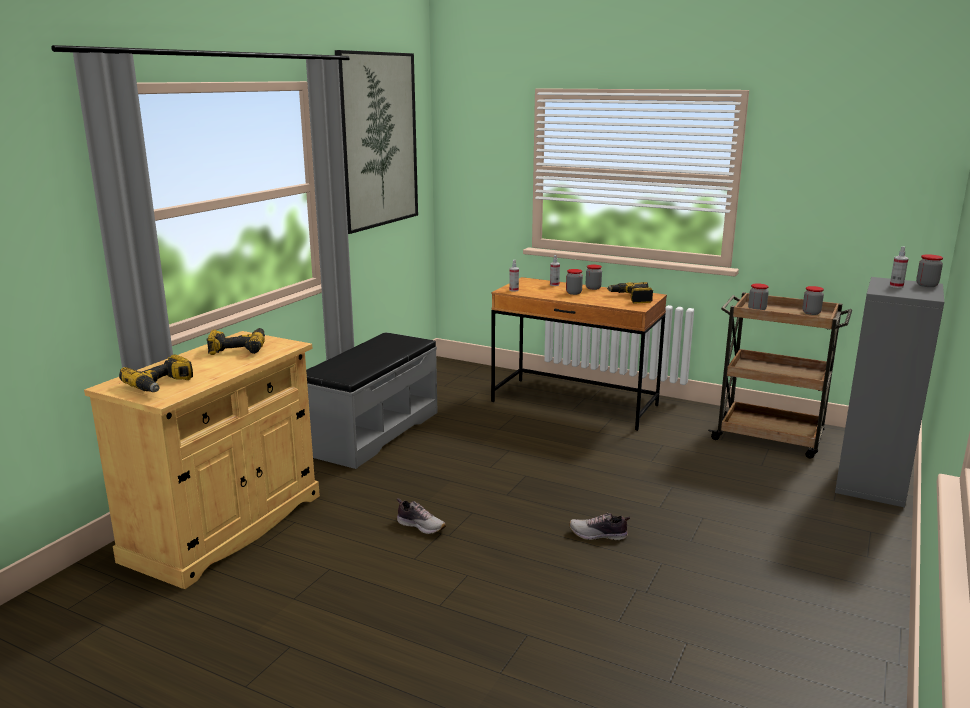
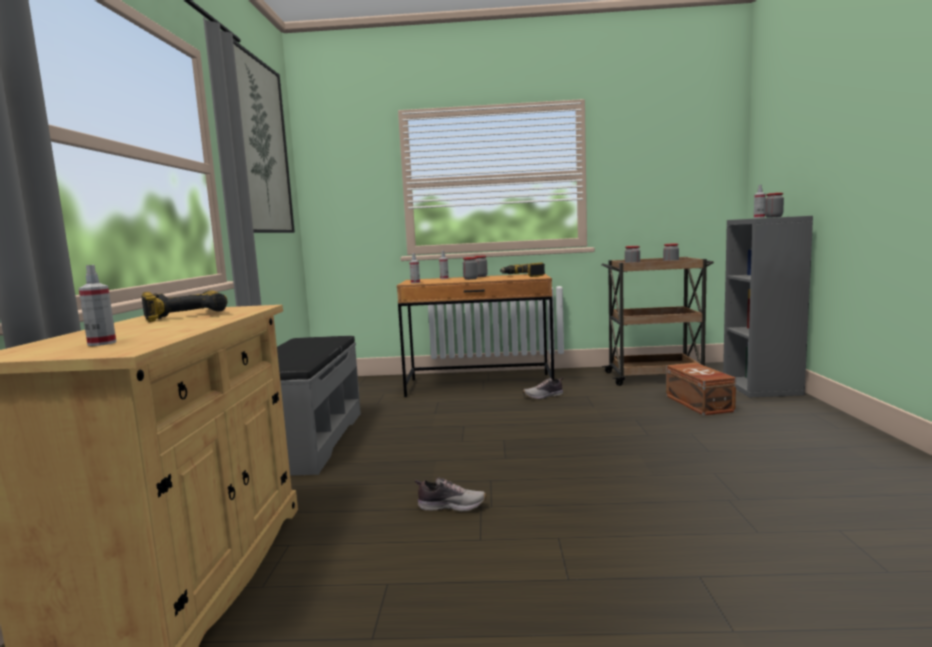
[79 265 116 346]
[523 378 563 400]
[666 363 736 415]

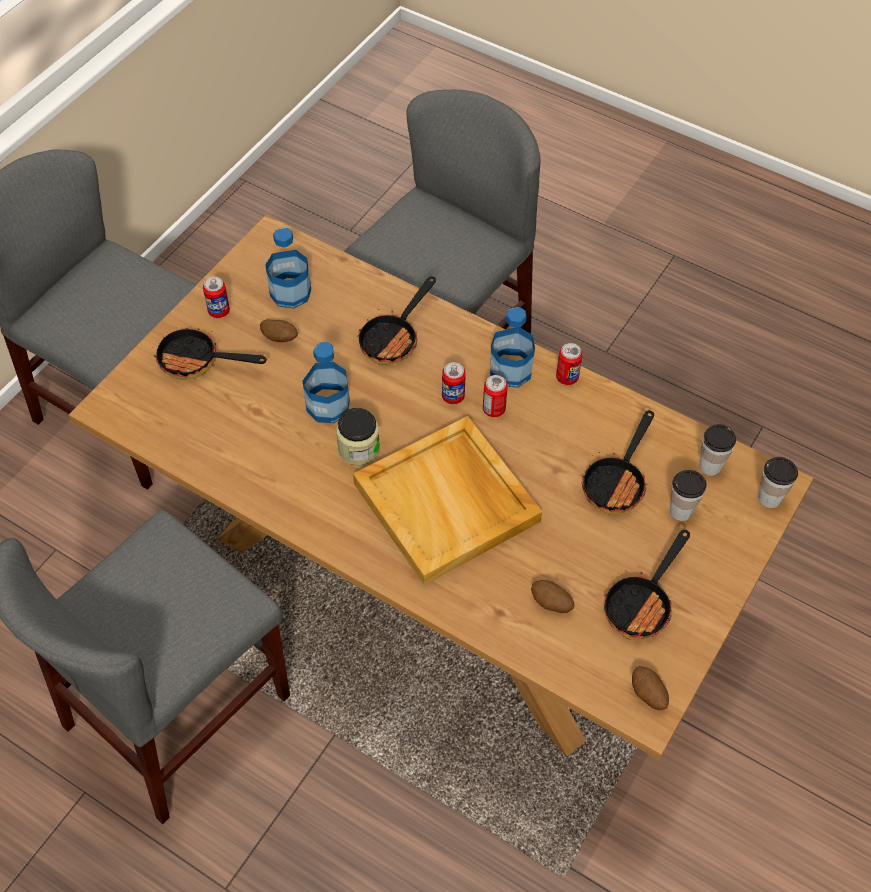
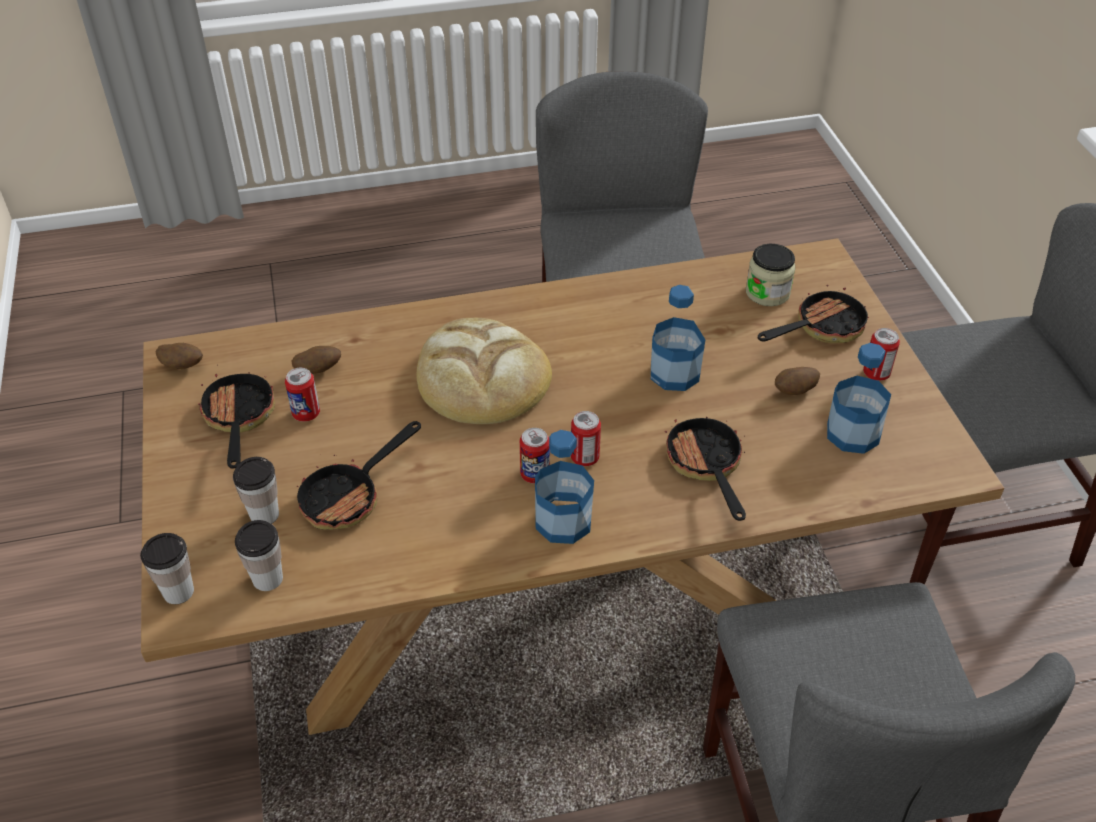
[285 368 320 422]
[297 421 421 530]
[417 318 552 424]
[746 244 795 306]

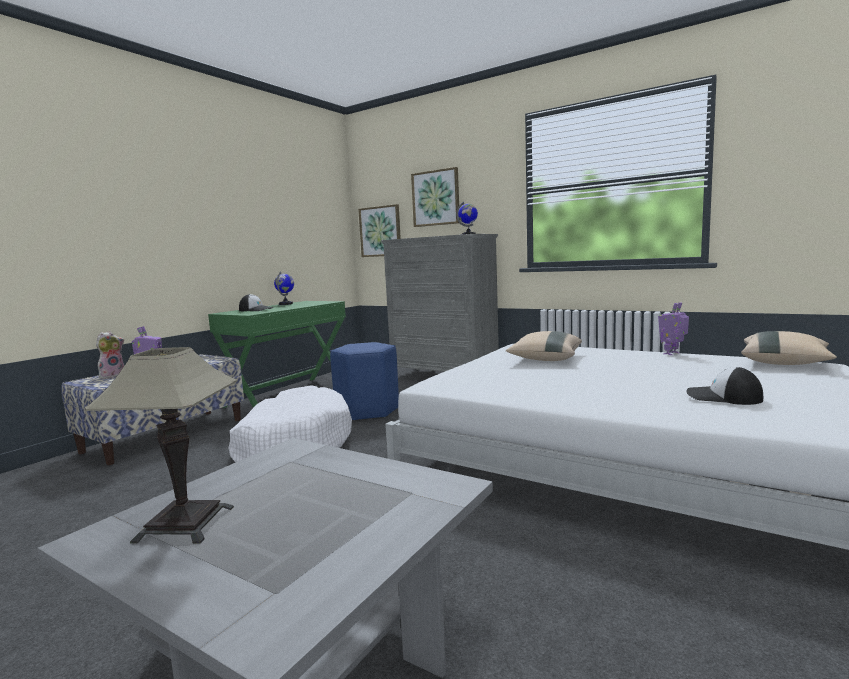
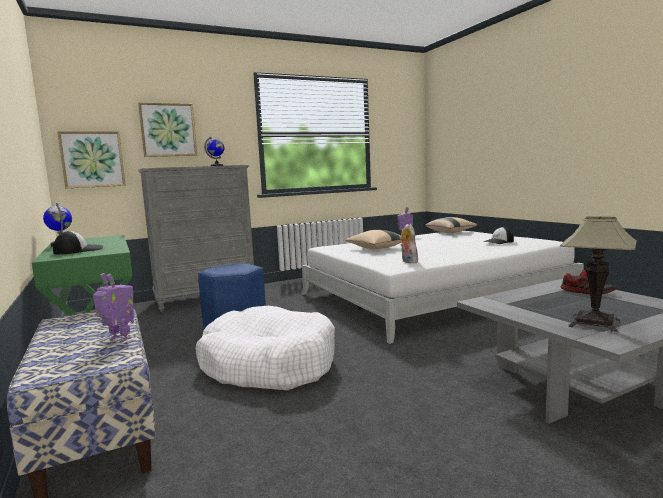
[401 224 418 263]
[560 270 616 294]

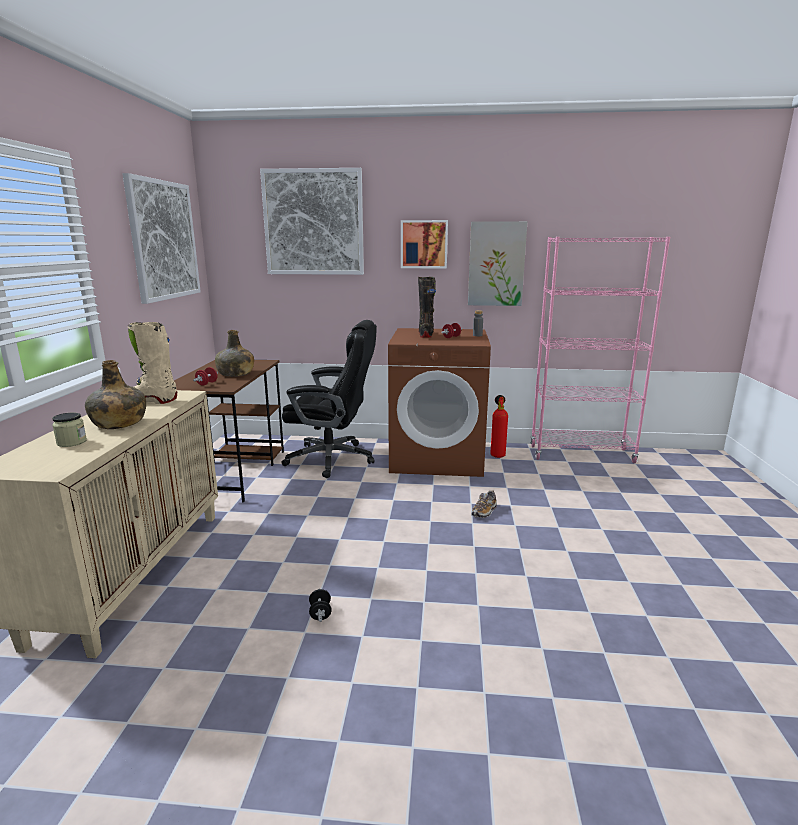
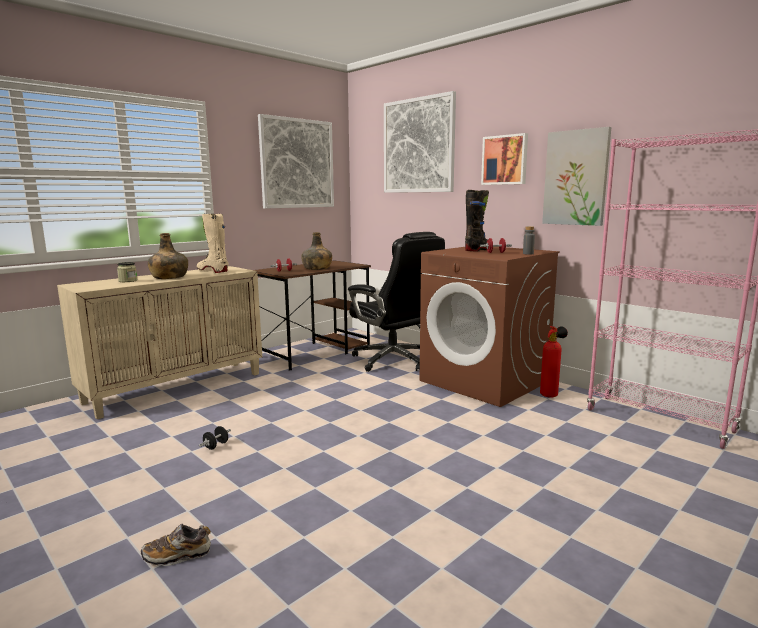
[141 524 211 566]

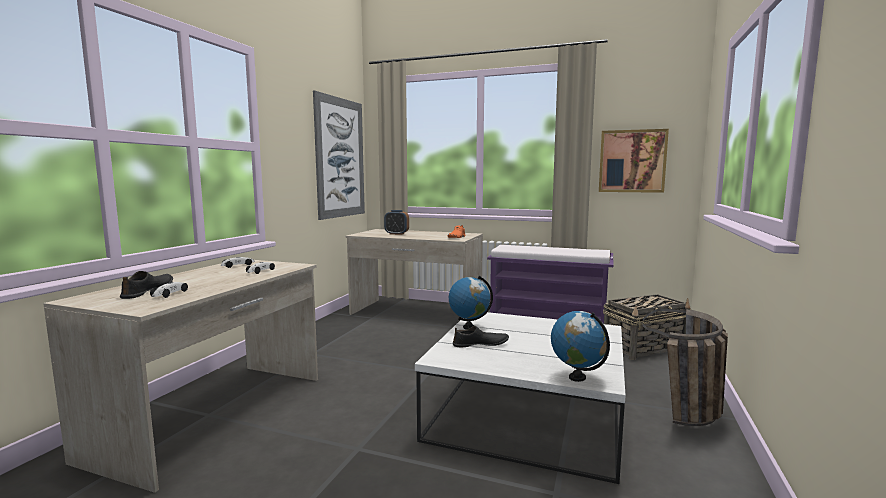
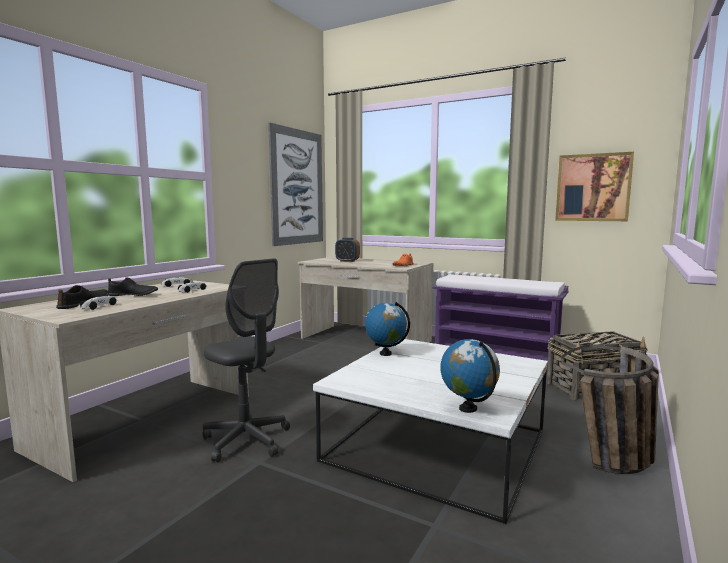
[108 277 158 296]
[202 259 290 462]

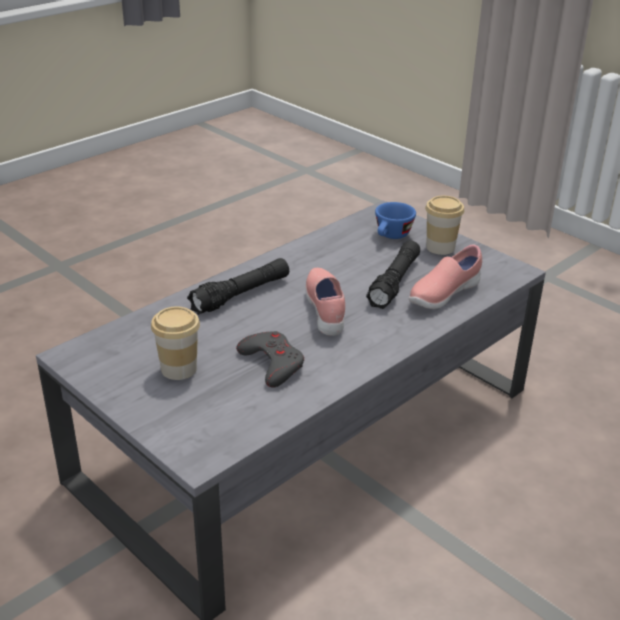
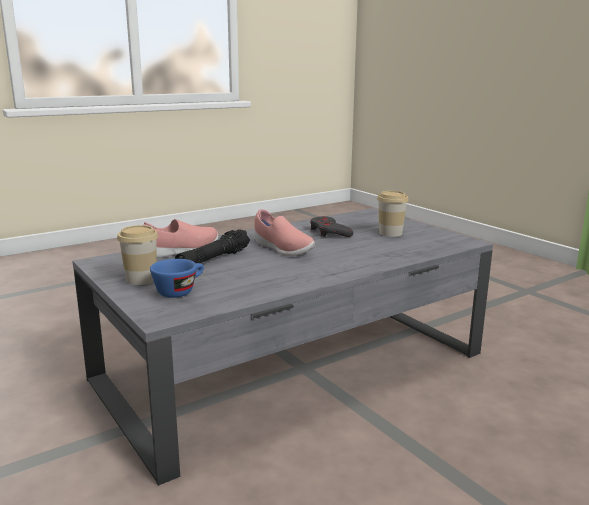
[254 209 315 256]
[187 258 289 315] (first image)

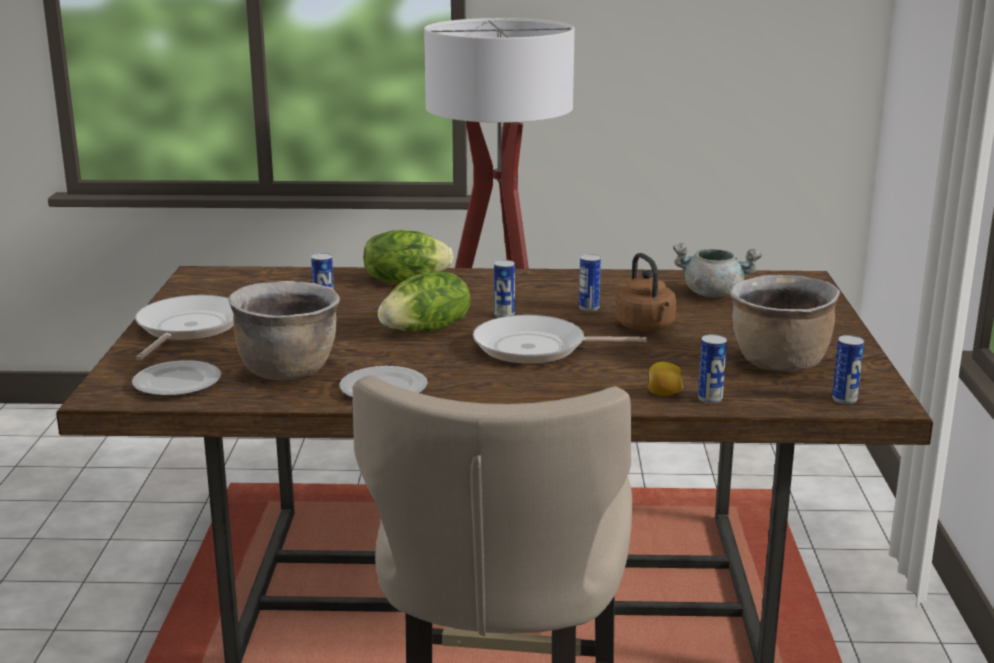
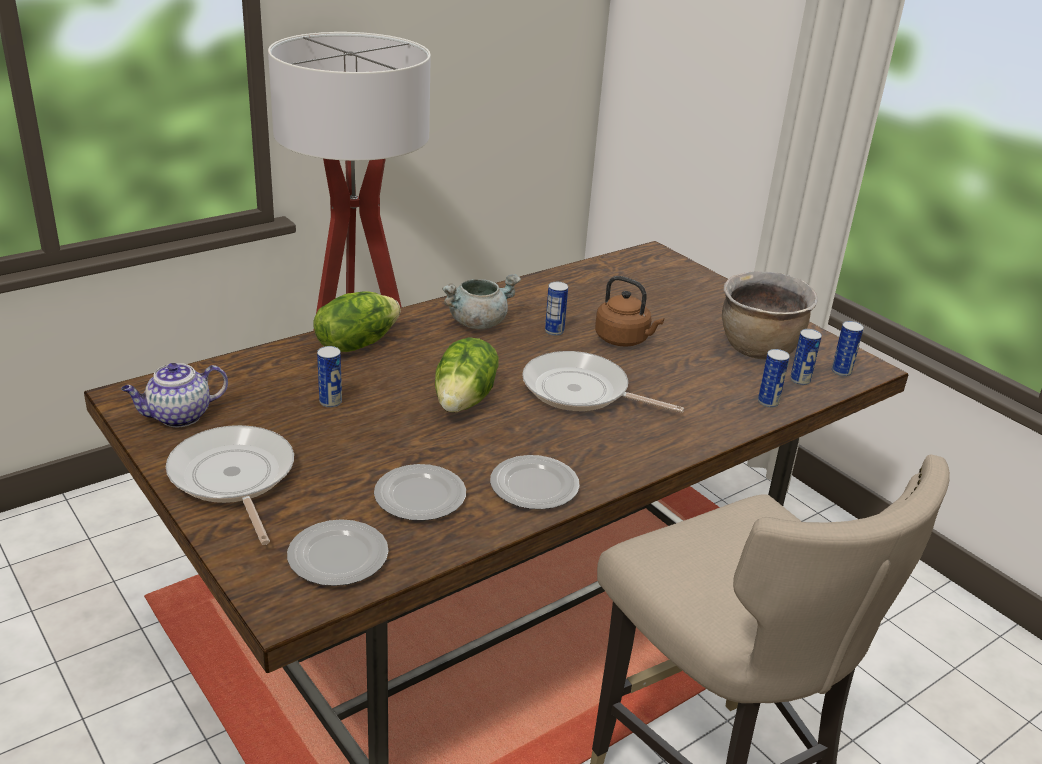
[121 363 228 428]
[374 464 466 521]
[442 274 521 329]
[522 351 684 413]
[790 329 822 385]
[648 362 683 396] (first image)

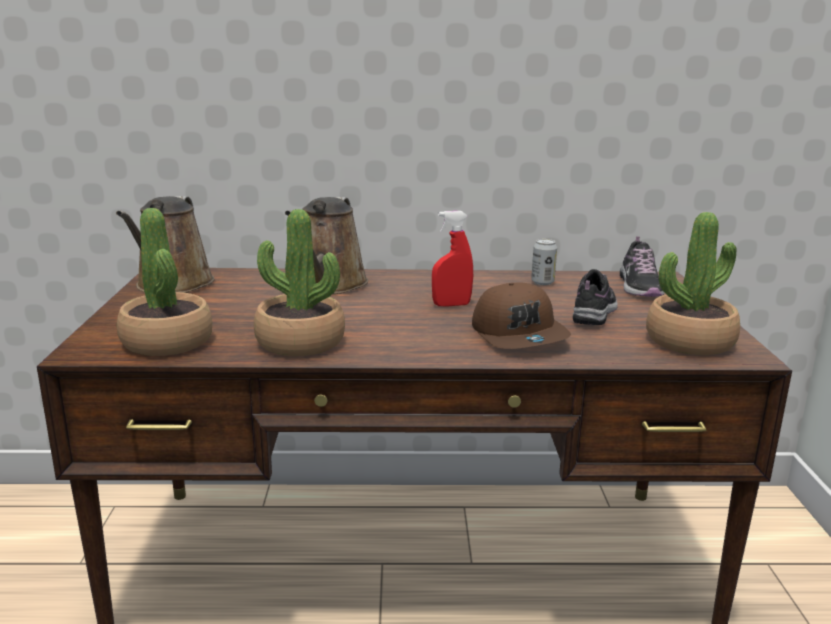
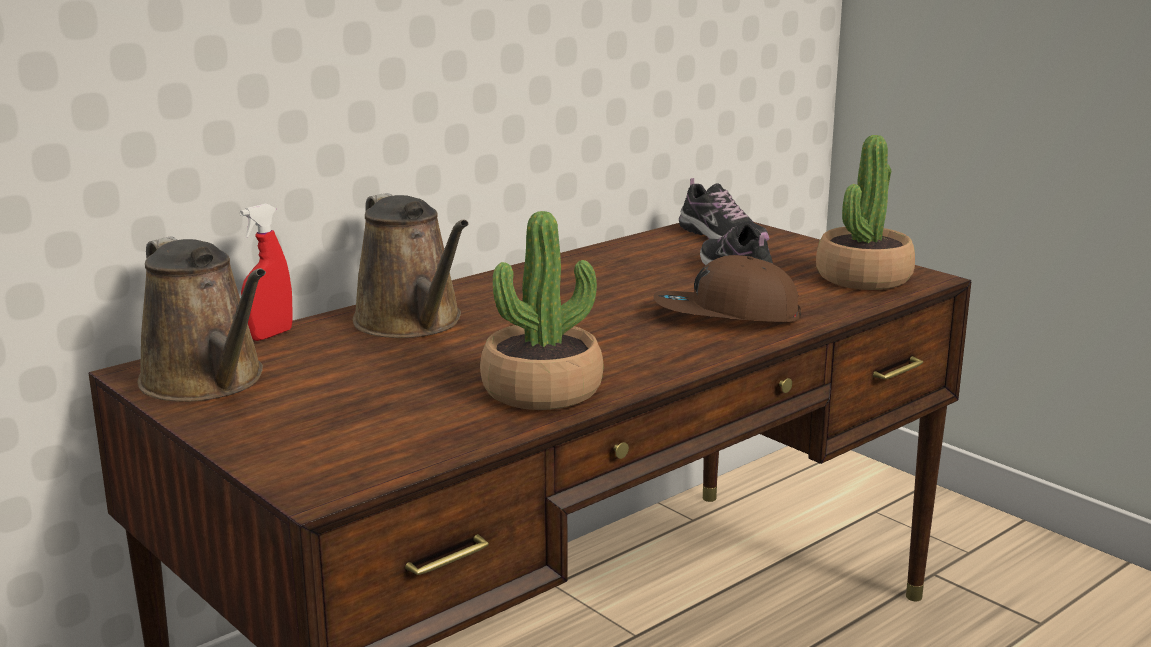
[240 204 293 341]
[653 255 801 322]
[117 208 212 356] (first image)
[531 239 557 285] (first image)

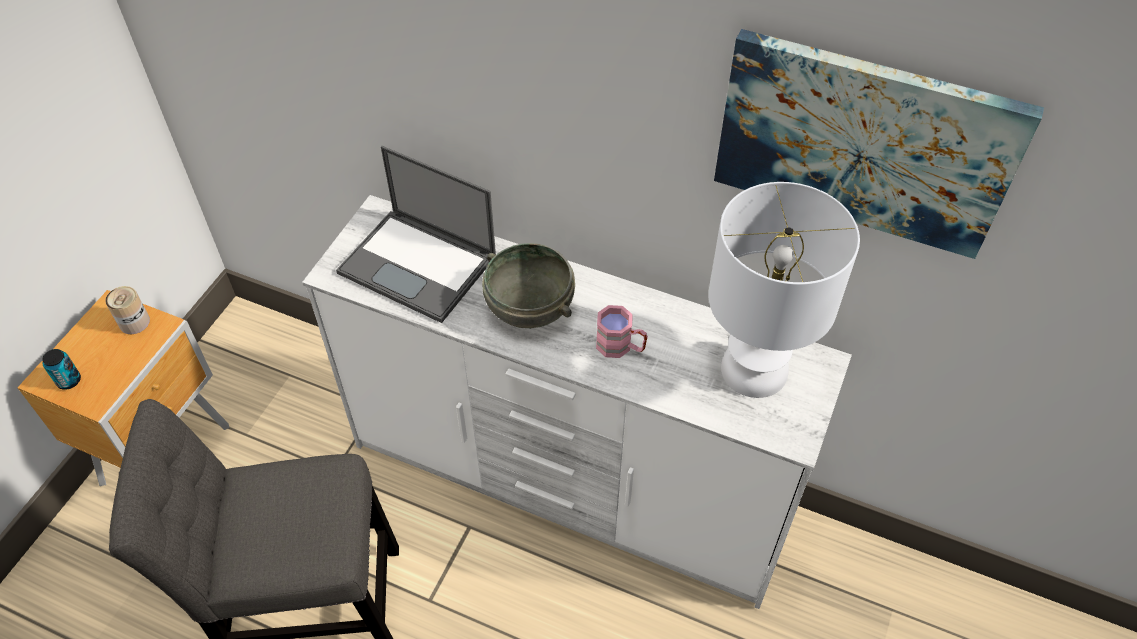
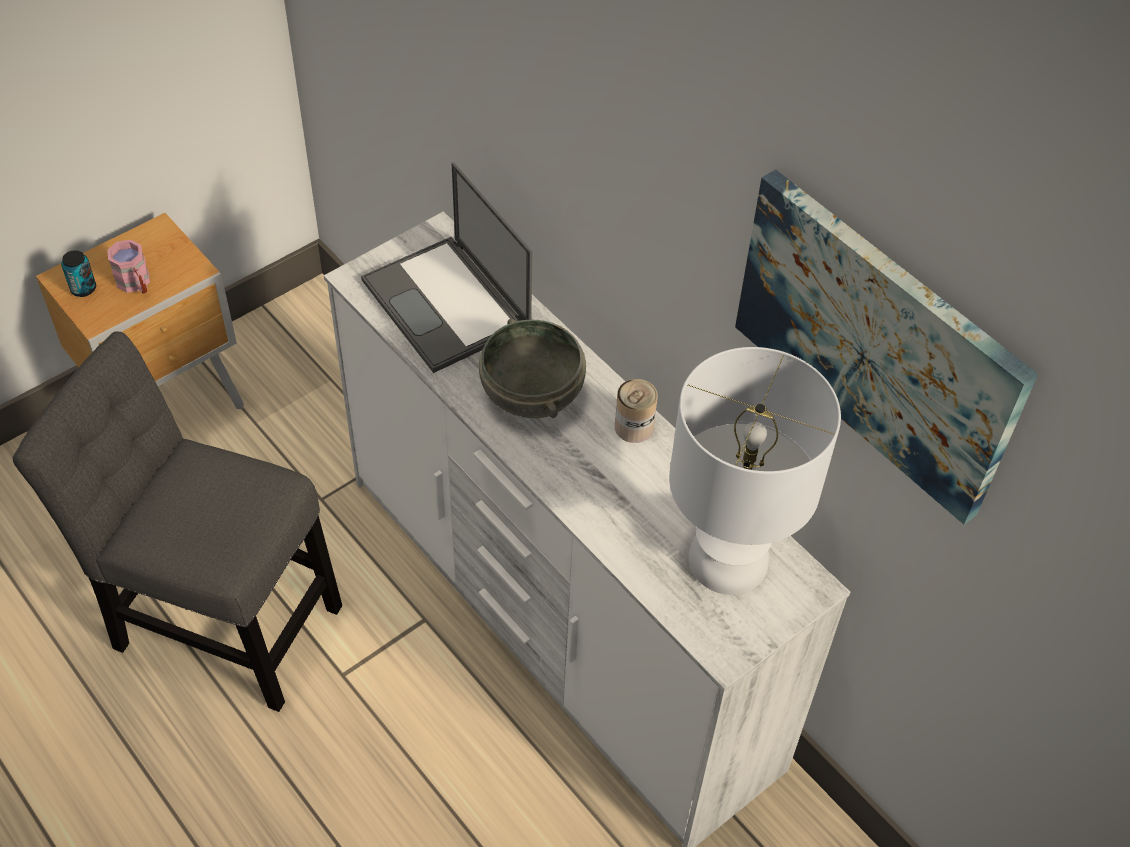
[107 240 150 294]
[615 379 658 443]

